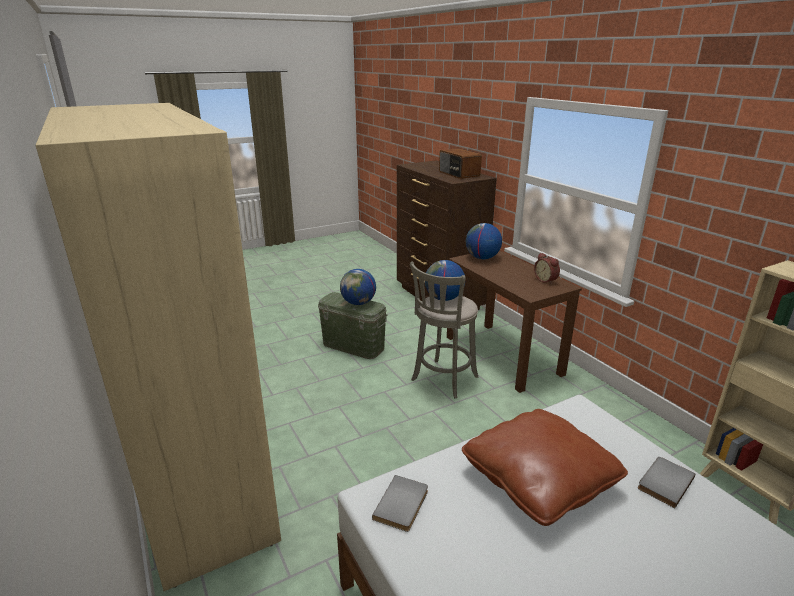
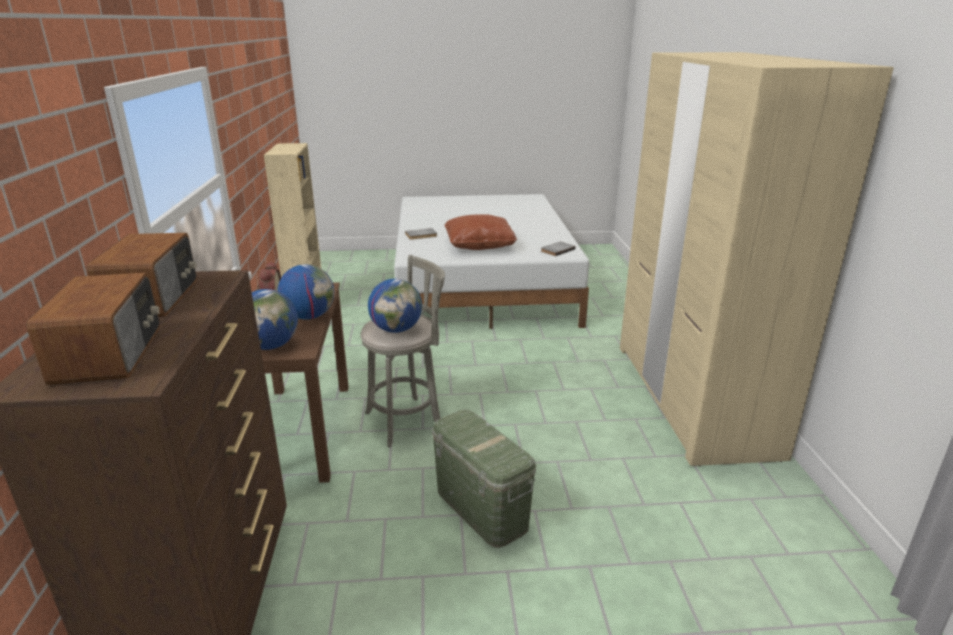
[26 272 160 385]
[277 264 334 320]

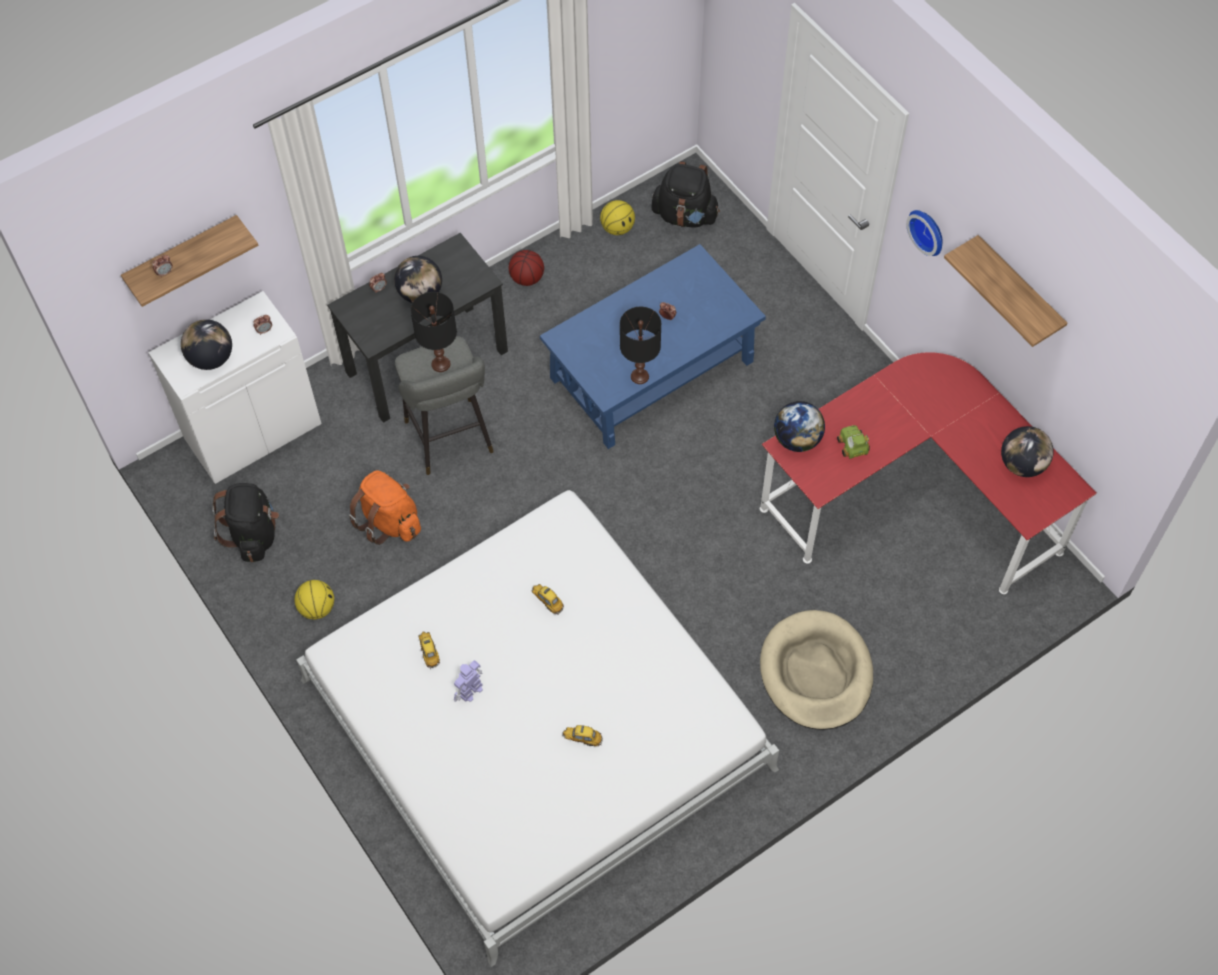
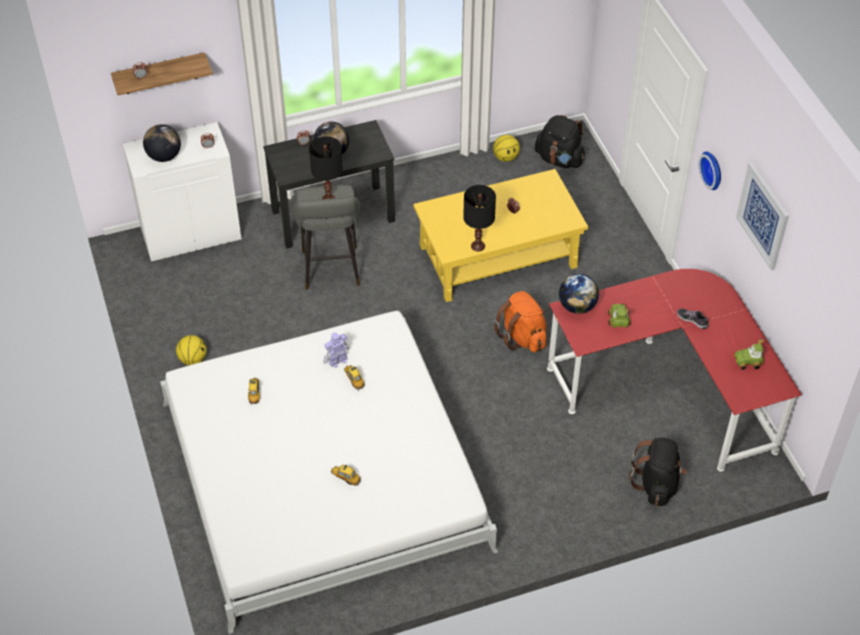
[323 332 349 368]
[414 169 588 302]
[494 291 546 352]
[629 437 687 506]
[677 309 709 329]
[734 339 764 370]
[736 162 789 270]
[509 250 544 286] (first image)
[760 610 873 730] (first image)

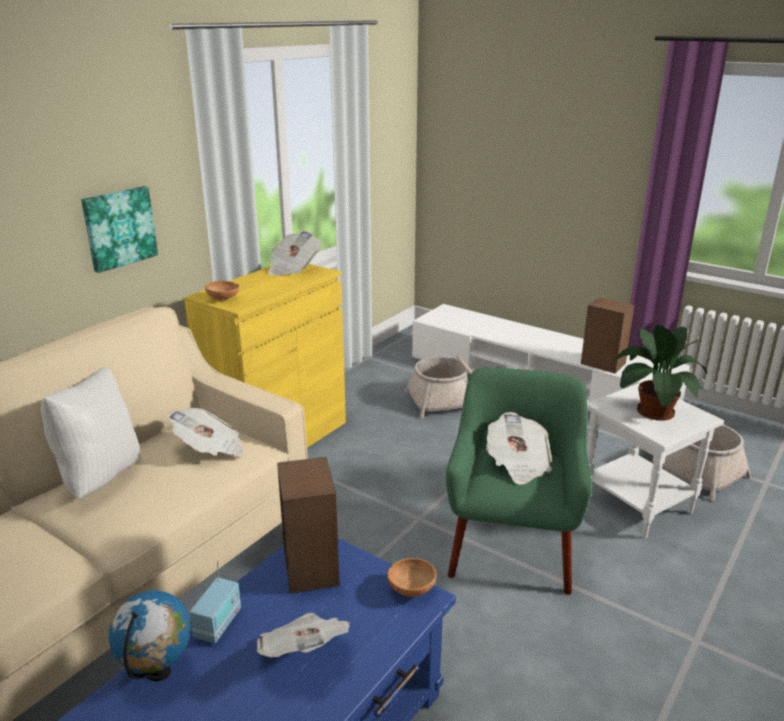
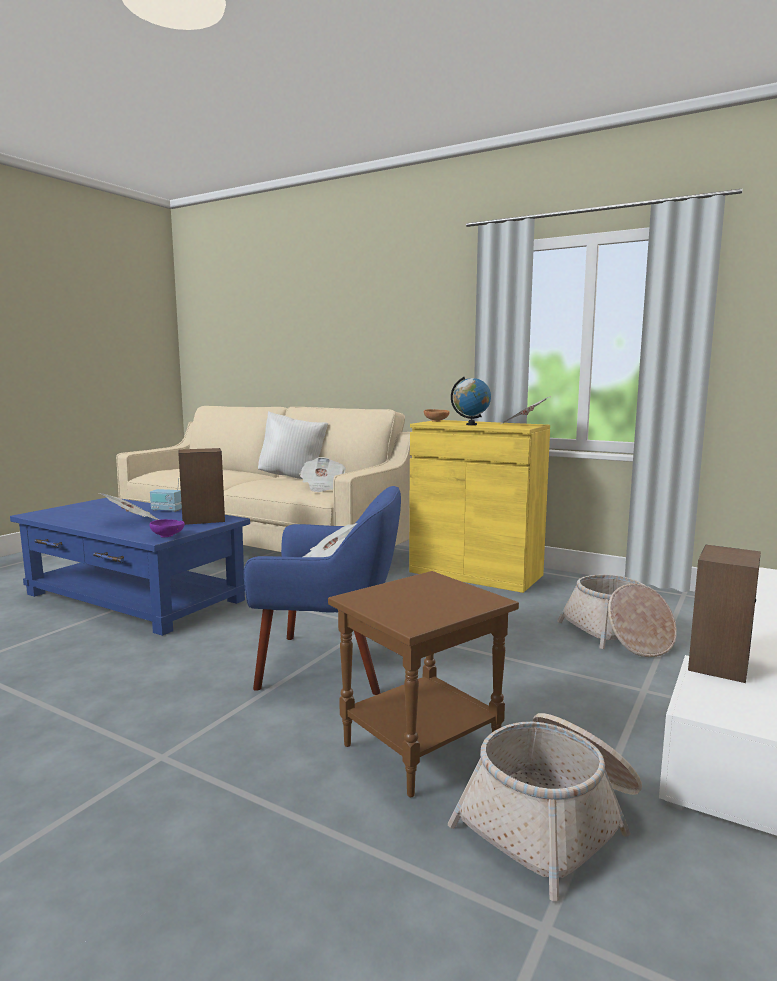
[150 519 185 537]
[244 486 401 695]
[328 571 519 797]
[451 377 491 425]
[81 186 158 273] (first image)
[610 325 707 421] (first image)

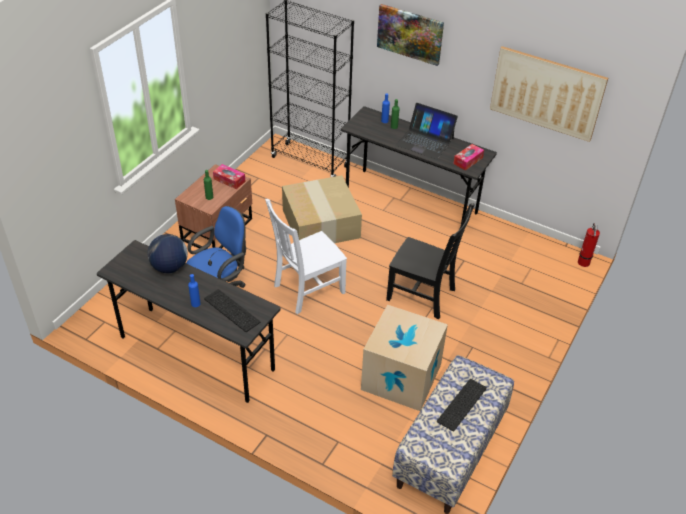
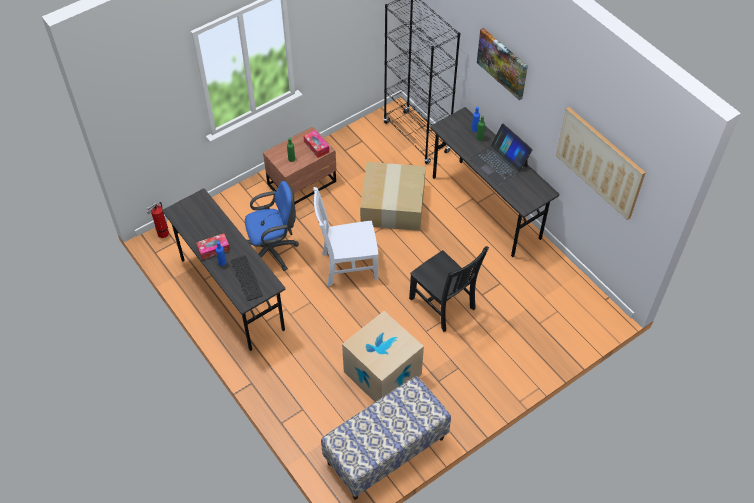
[147 202 169 238]
[196 233 230 260]
[148 234 188 273] (first image)
[437 379 487 432] (first image)

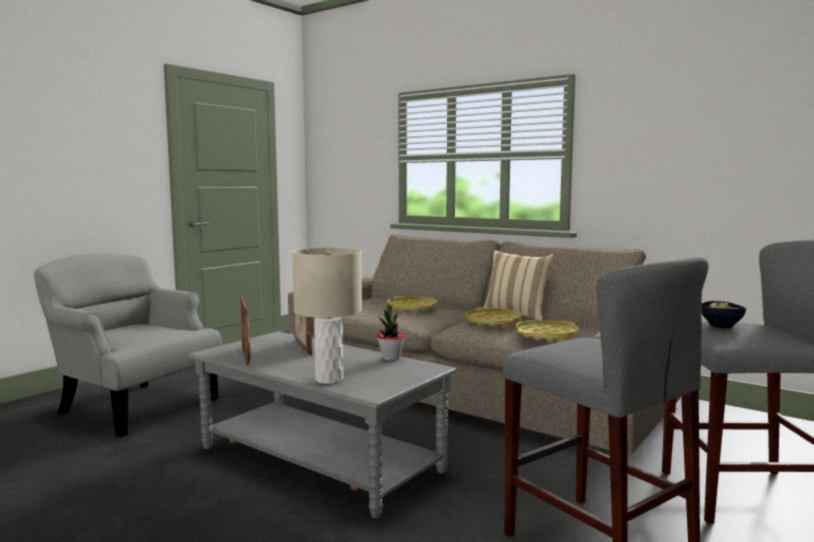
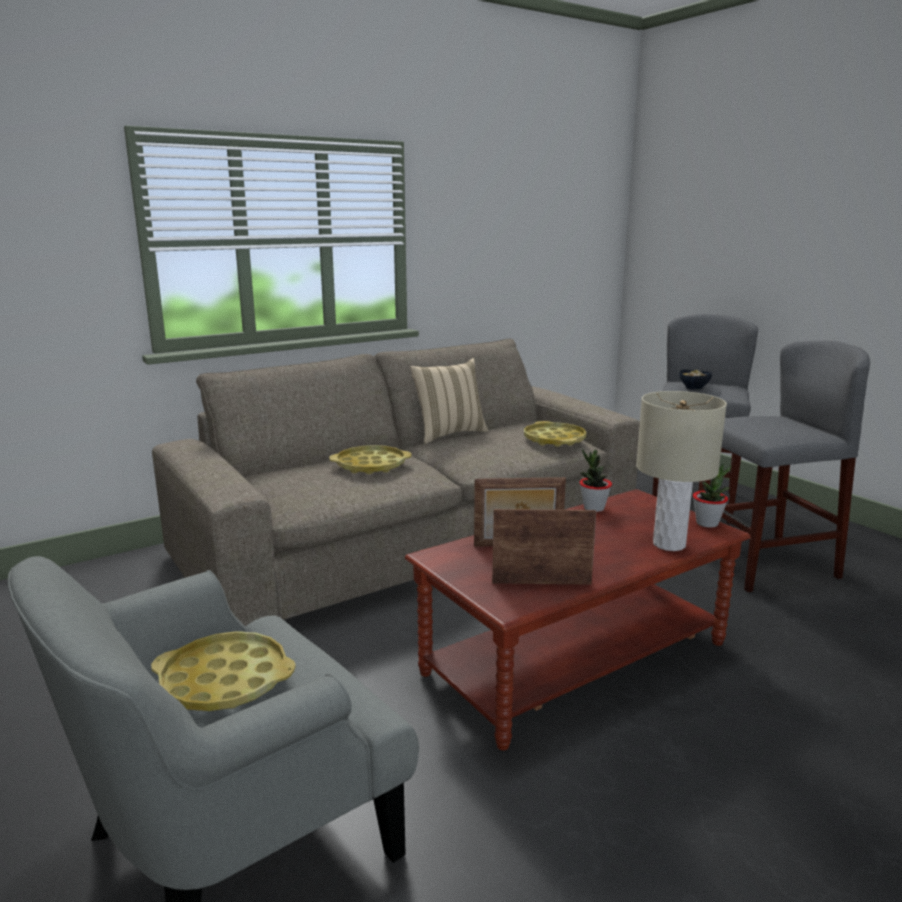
[151 631 296 711]
[405 489 751 750]
[693 464 732 528]

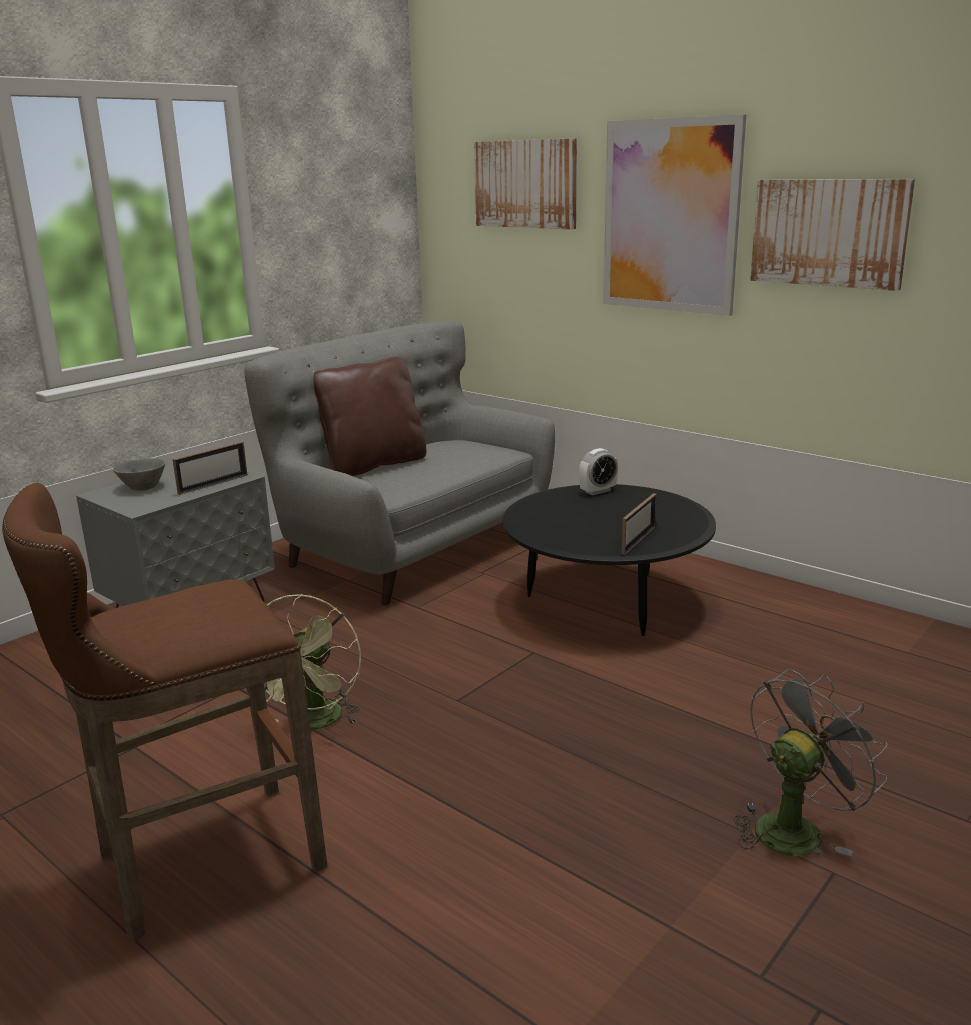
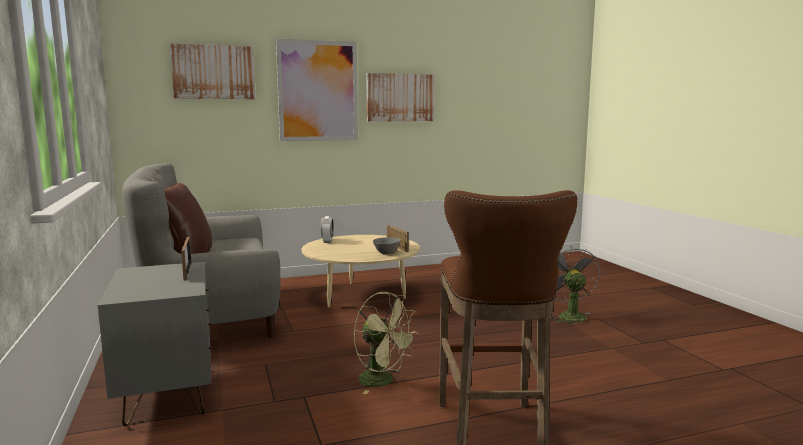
[302 235 420 307]
[373 237 401 255]

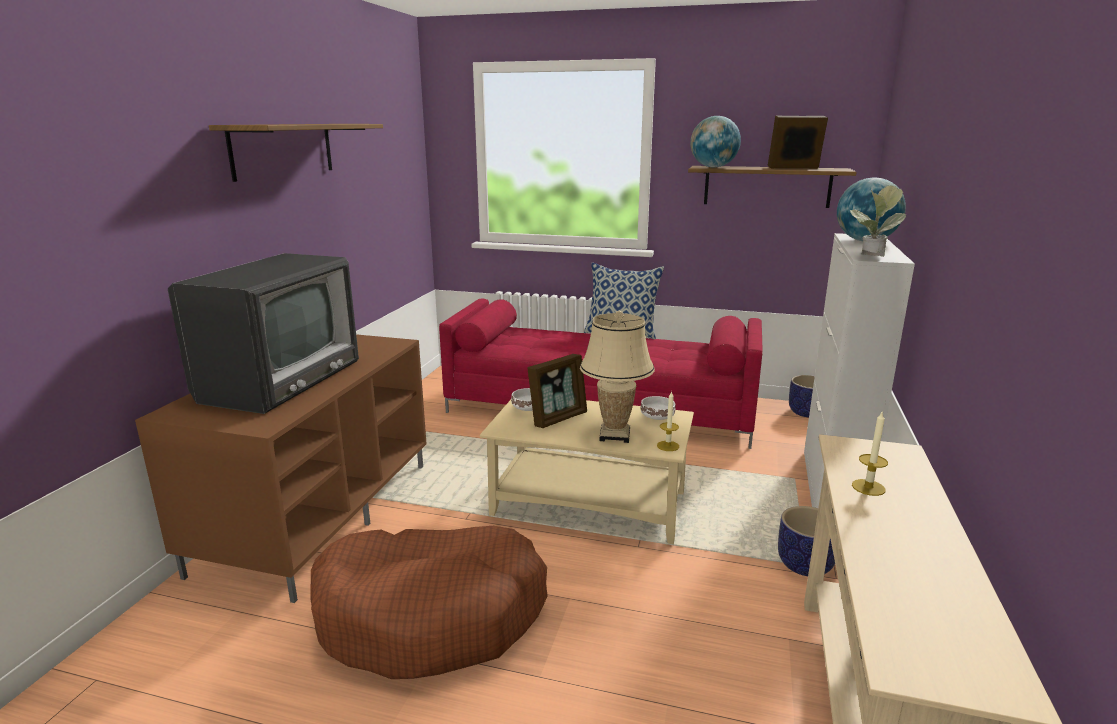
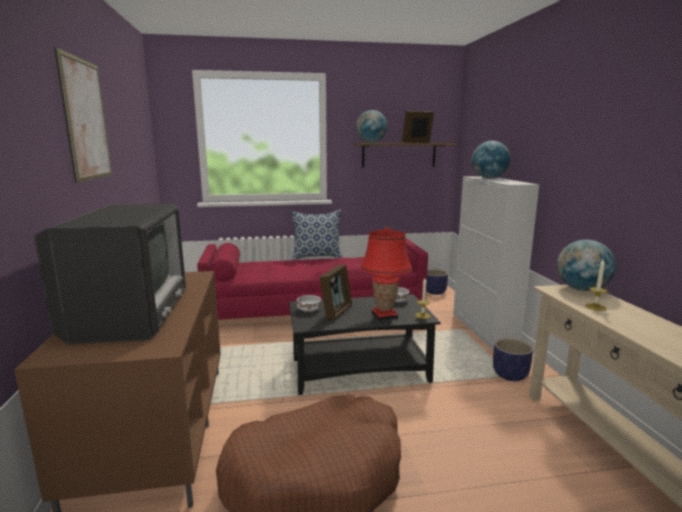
[54 47 112 183]
[289 294 441 395]
[360 227 412 321]
[557 240 616 291]
[850 185 906 257] (first image)

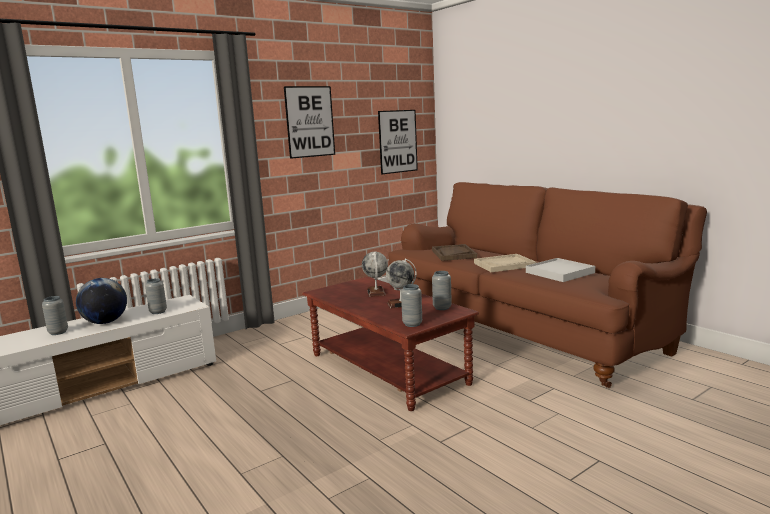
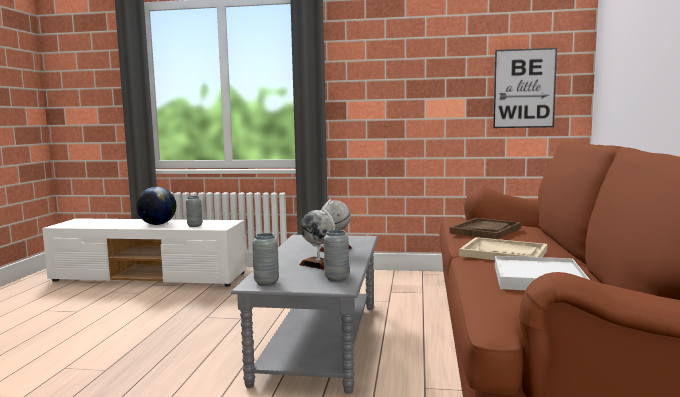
[231 235 378 394]
[42 296 68 335] (first image)
[284 86 335 159] (first image)

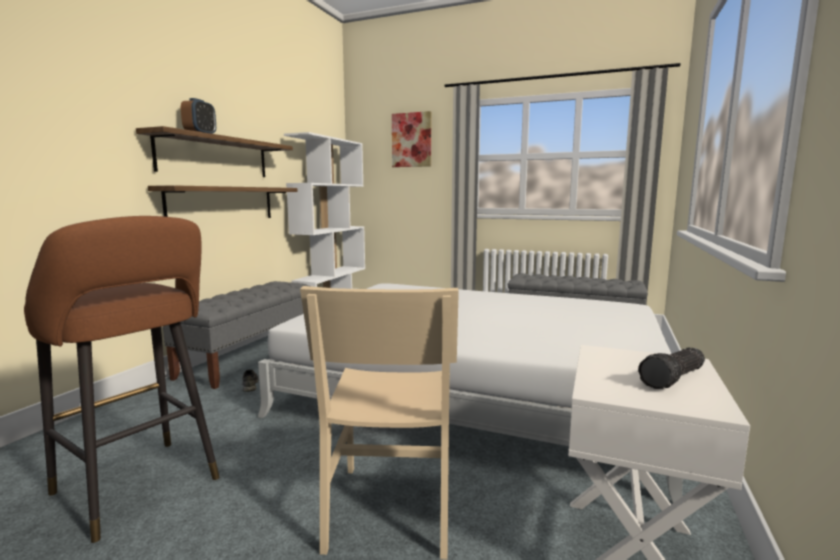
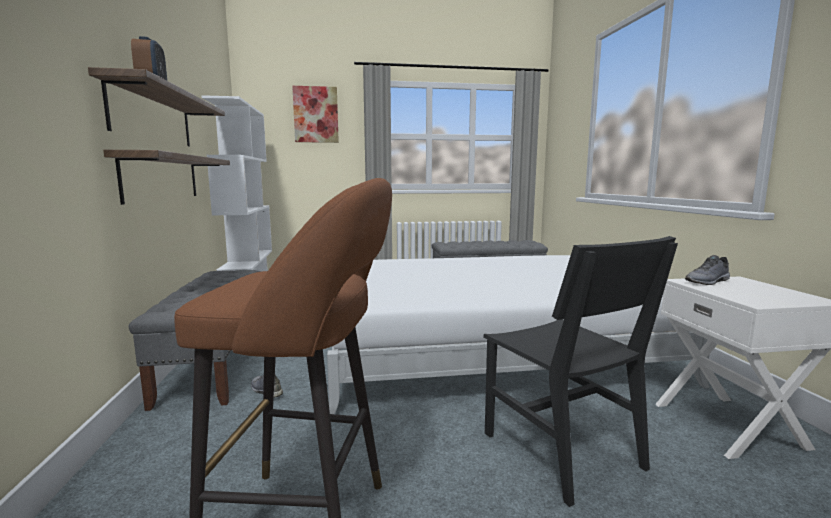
[483 236 678 507]
[685 255 730 285]
[638 348 705 389] (first image)

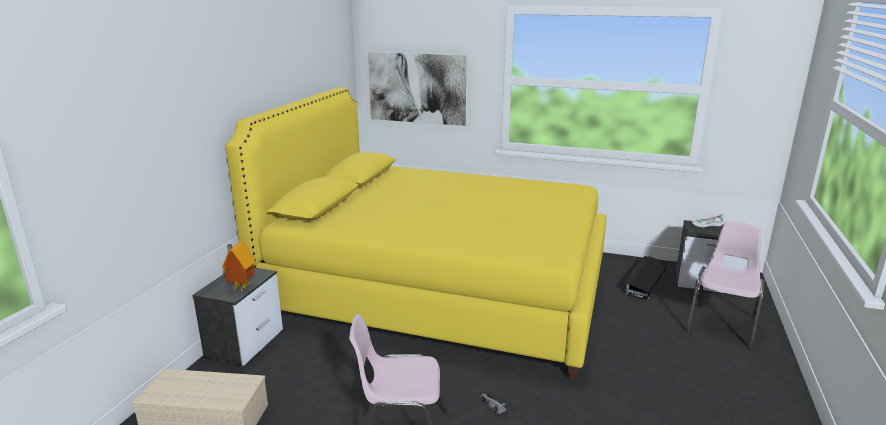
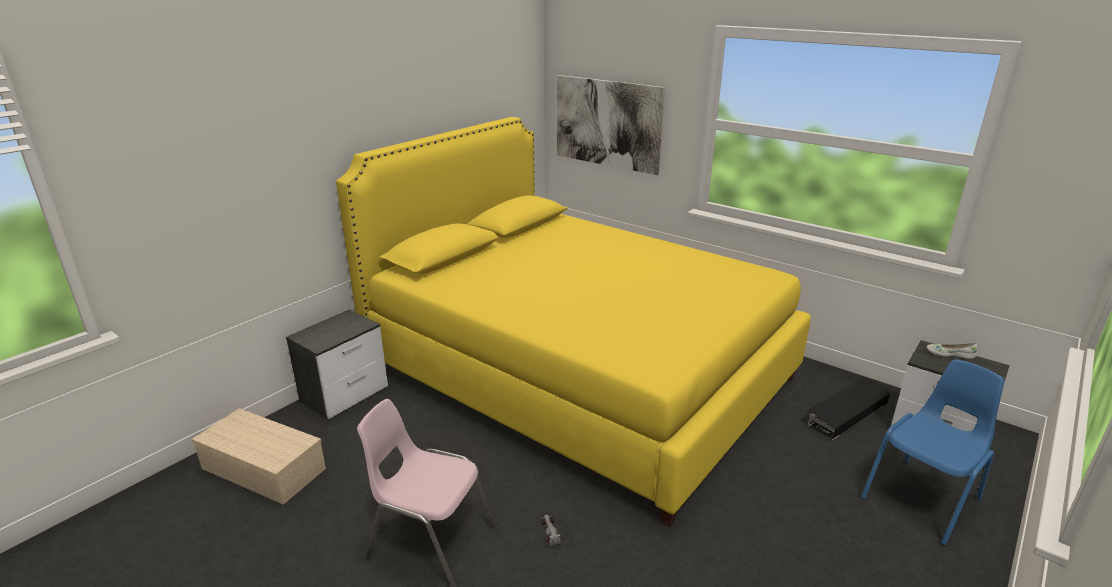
[861 359 1004 546]
[222 241 255 291] (first image)

